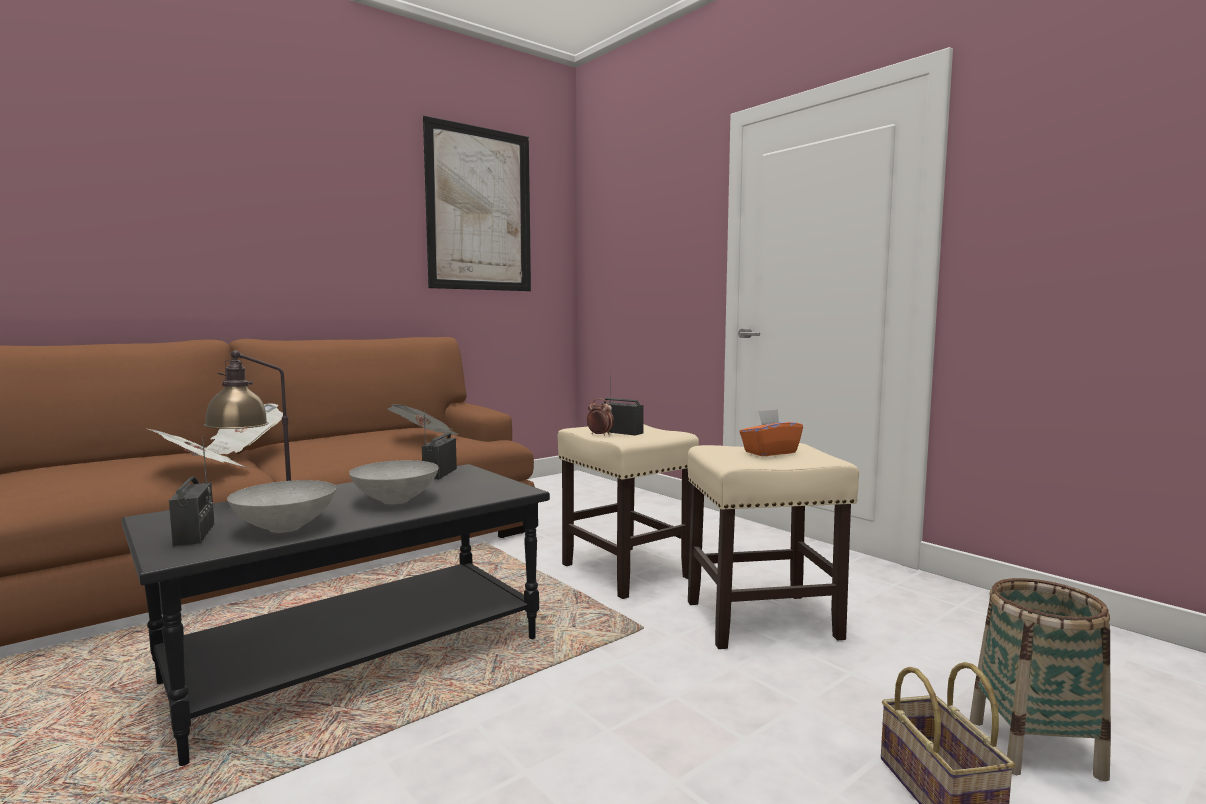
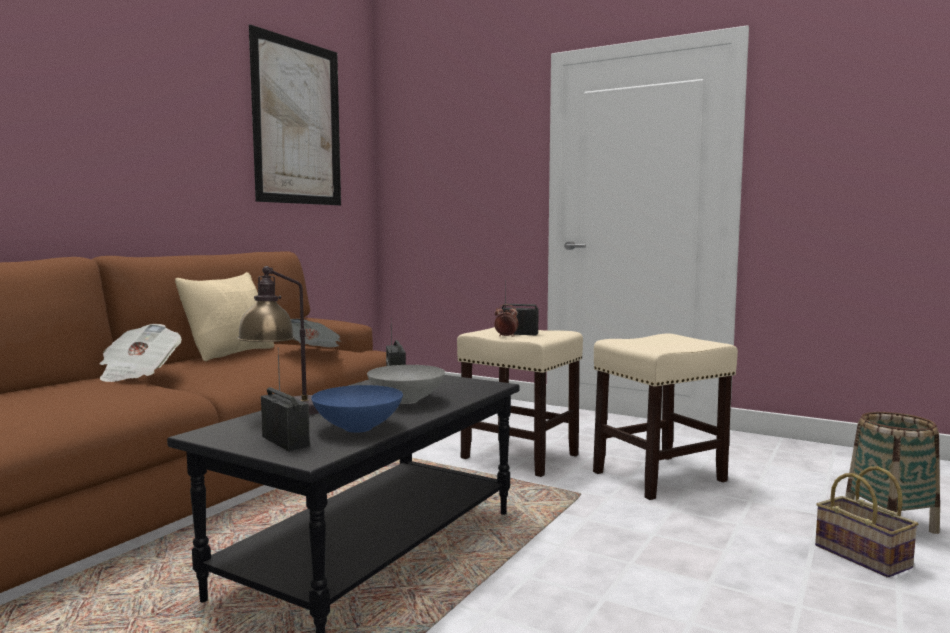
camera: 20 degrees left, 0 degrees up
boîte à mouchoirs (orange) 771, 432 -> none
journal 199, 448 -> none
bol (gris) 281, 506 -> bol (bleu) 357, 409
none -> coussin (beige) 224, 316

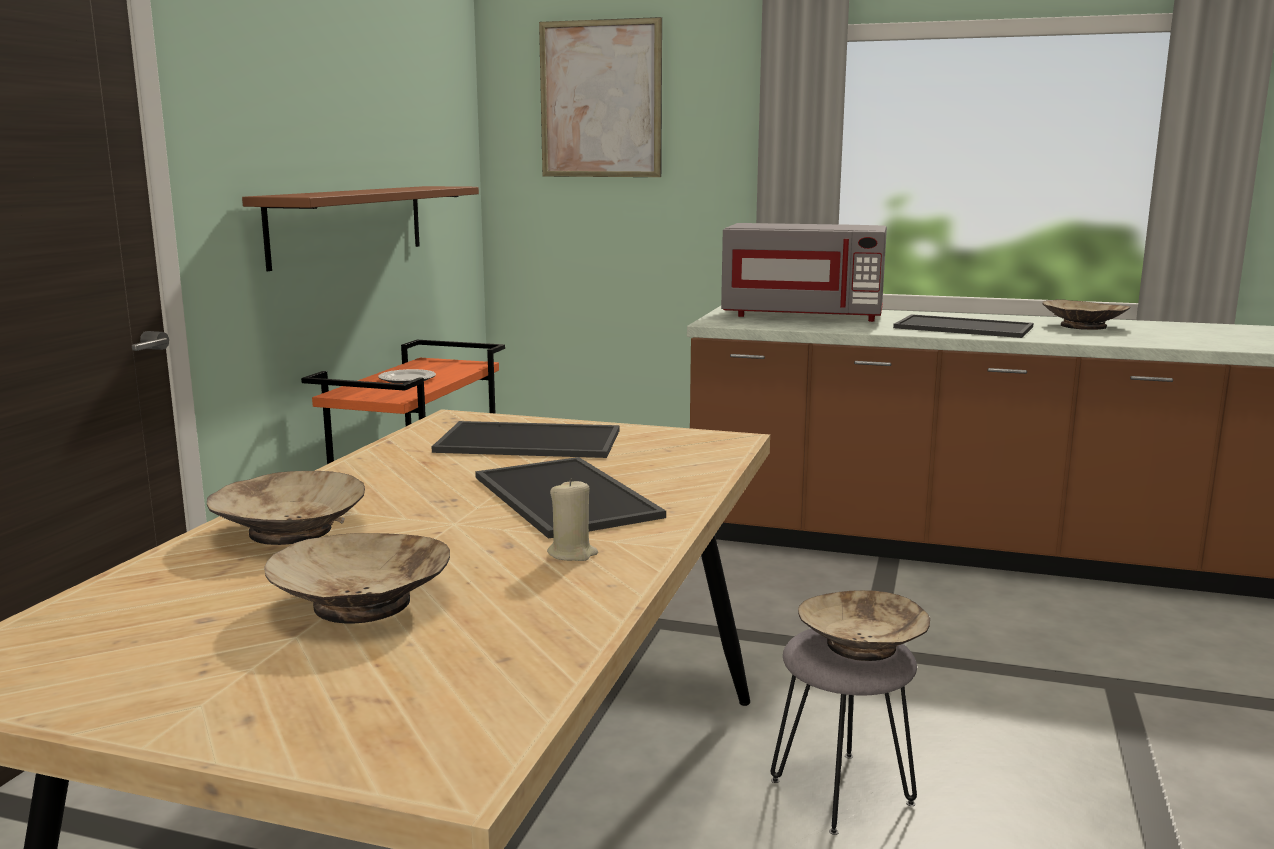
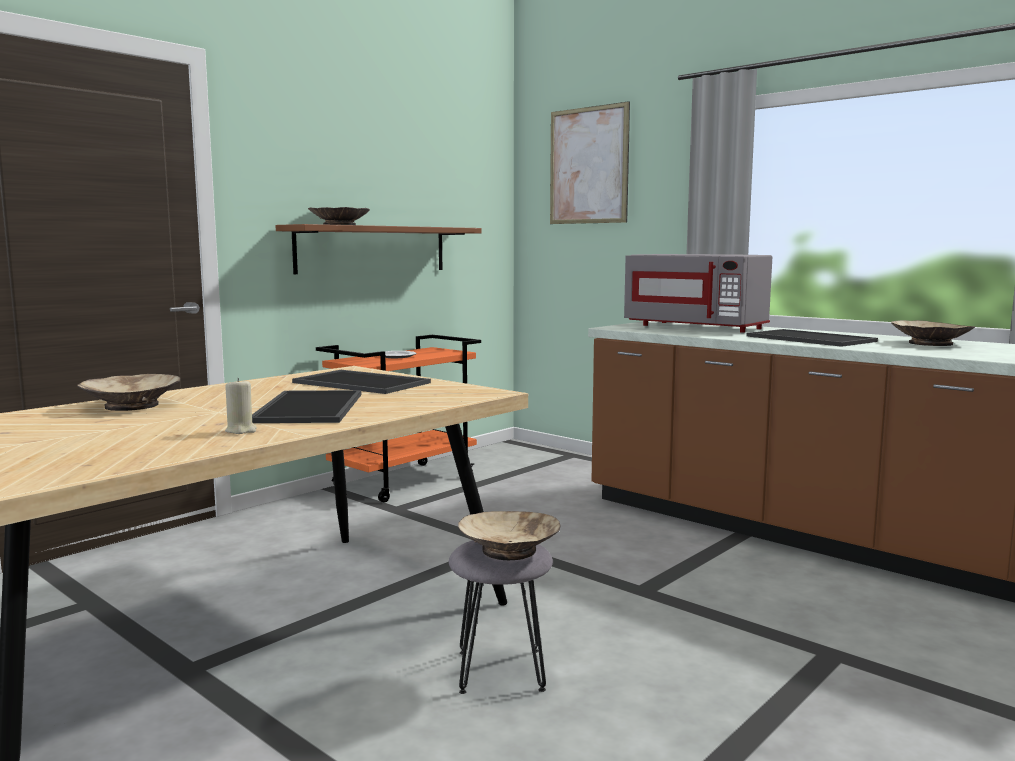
camera: 25 degrees right, 5 degrees down
bol (beige) 357, 578 -> bol (beige) 339, 216, move

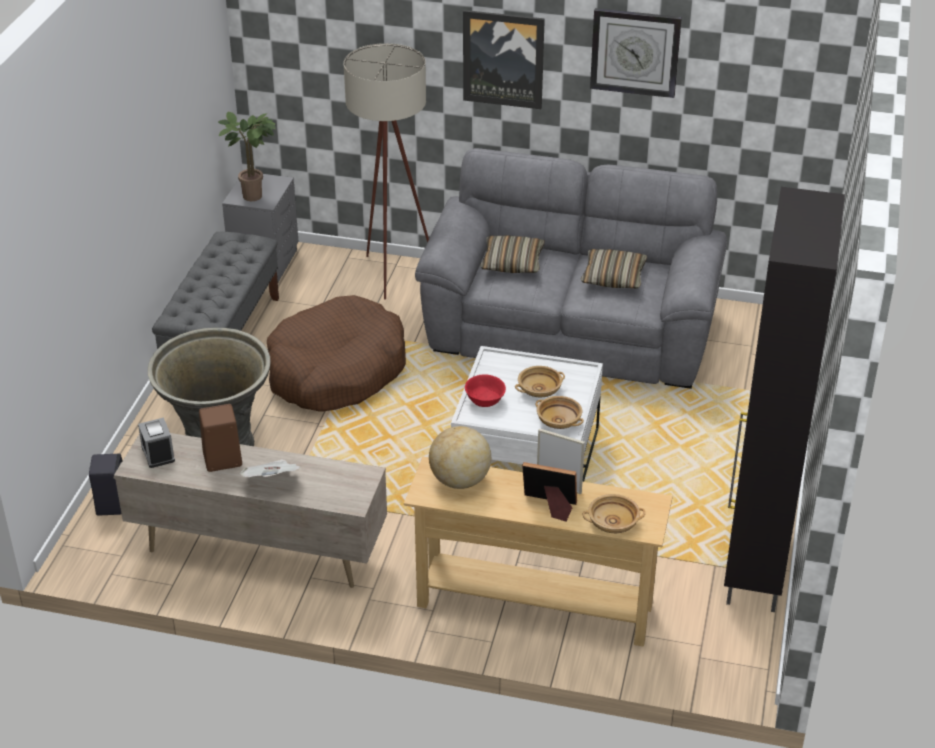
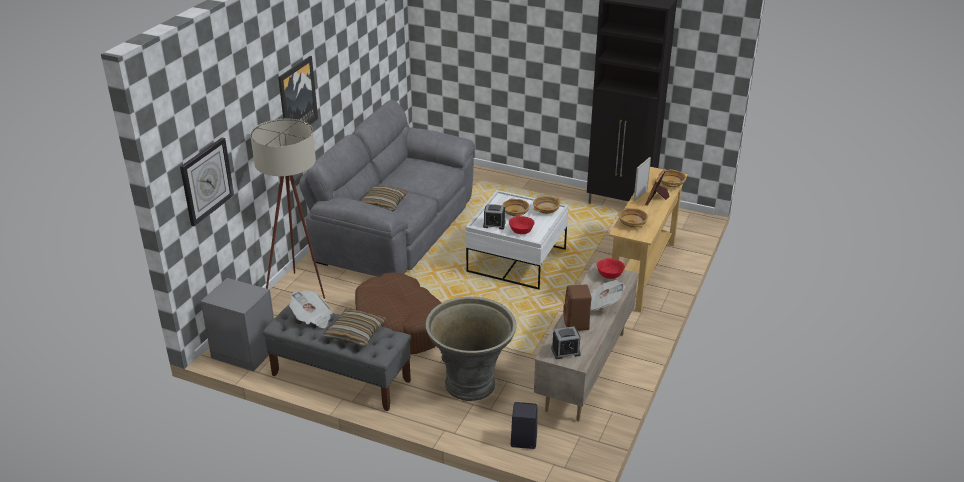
camera: 80 degrees left, 5 degrees down
horloge murale 636, 53 -> horloge murale 207, 182, move
plante en pot 247, 156 -> none
coussin 613, 269 -> coussin 354, 327, move
globe 460, 457 -> bol (beige) 633, 217
none -> réveil 494, 216
none -> bol (rouge) 611, 268
none -> journal 311, 309

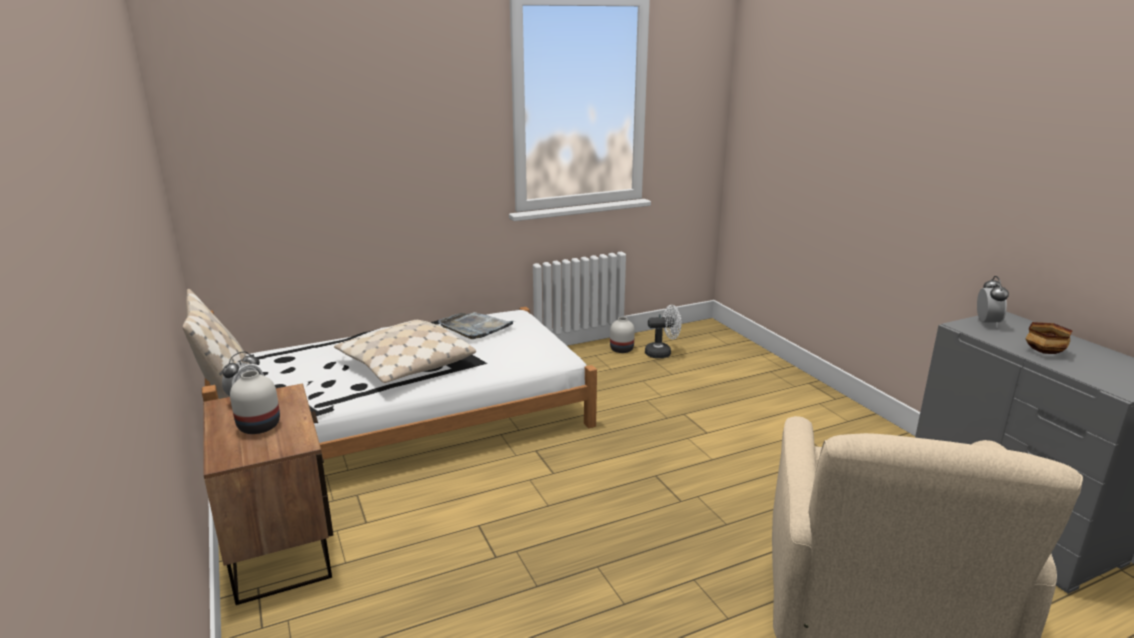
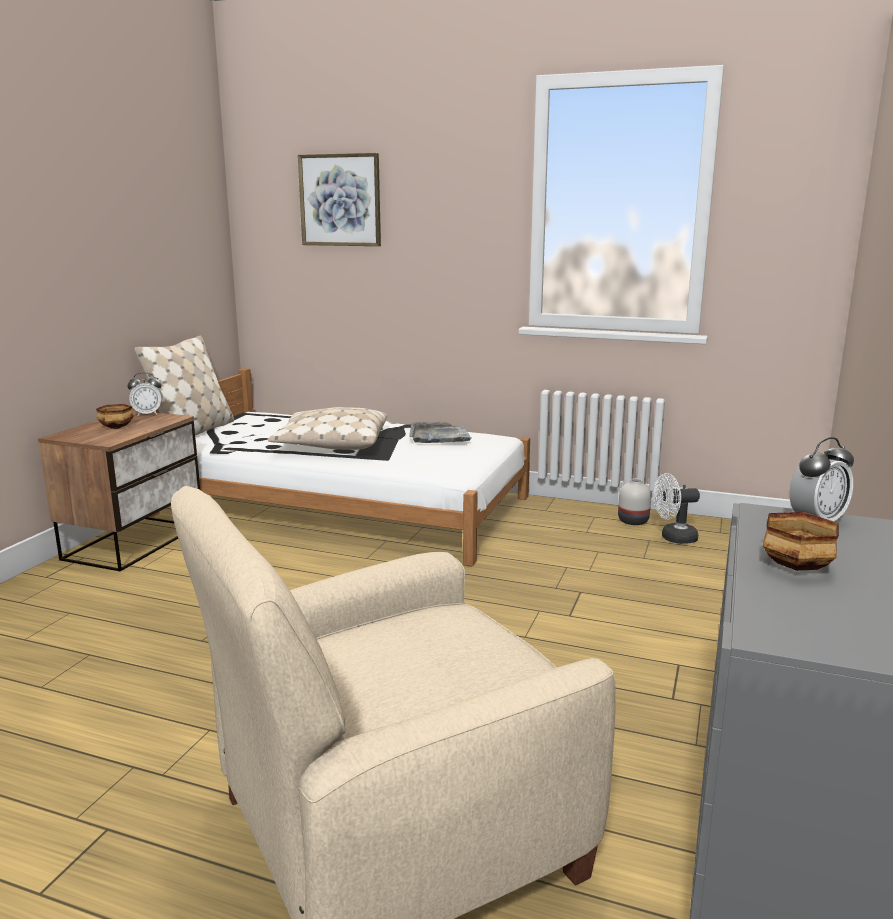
camera: 45 degrees right, 5 degrees down
ventilateur (blanc) 663, 331 -> ventilateur (blanc) 676, 508, 135 degrees clockwise
vase (blanc) 255, 402 -> bol 115, 416
none -> tableau 339, 199

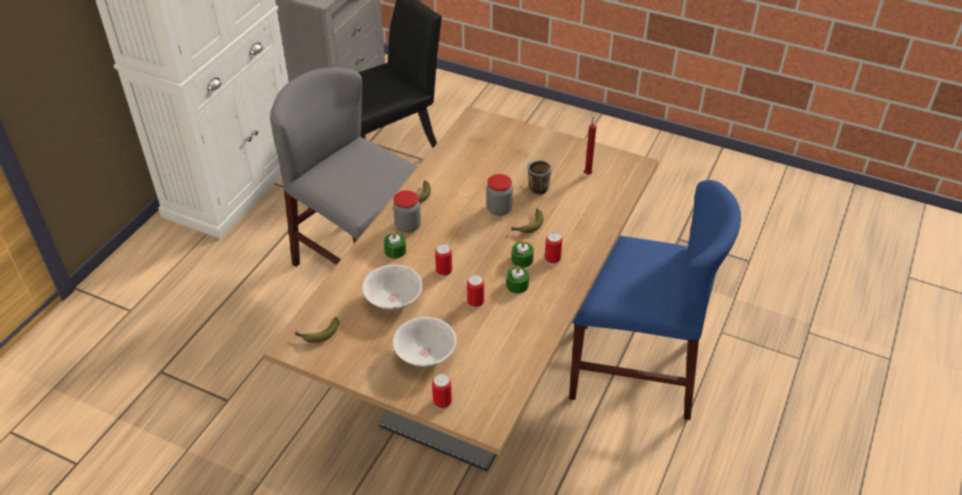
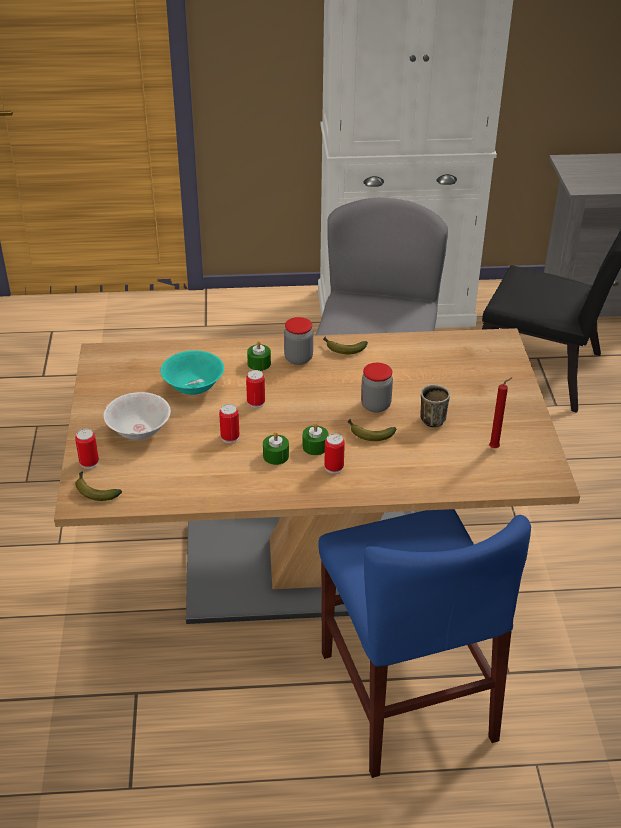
camera: 60 degrees right, 5 degrees down
bol (blanc) 392, 288 -> bol (turquoise) 192, 372
banane 317, 330 -> banane 98, 486, move

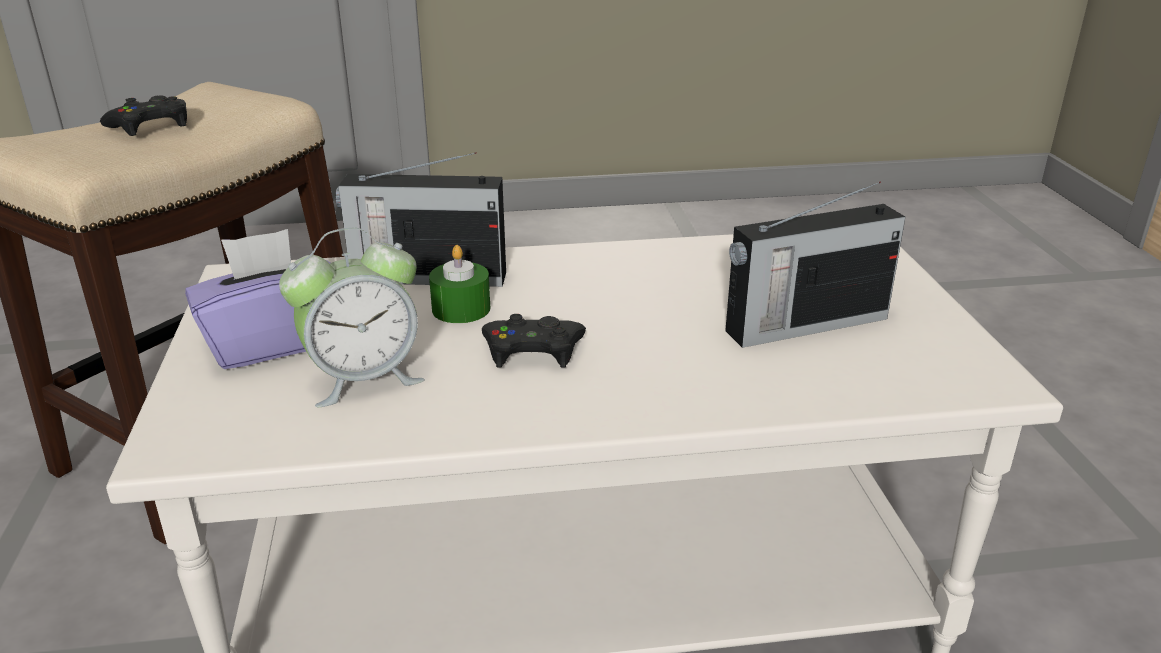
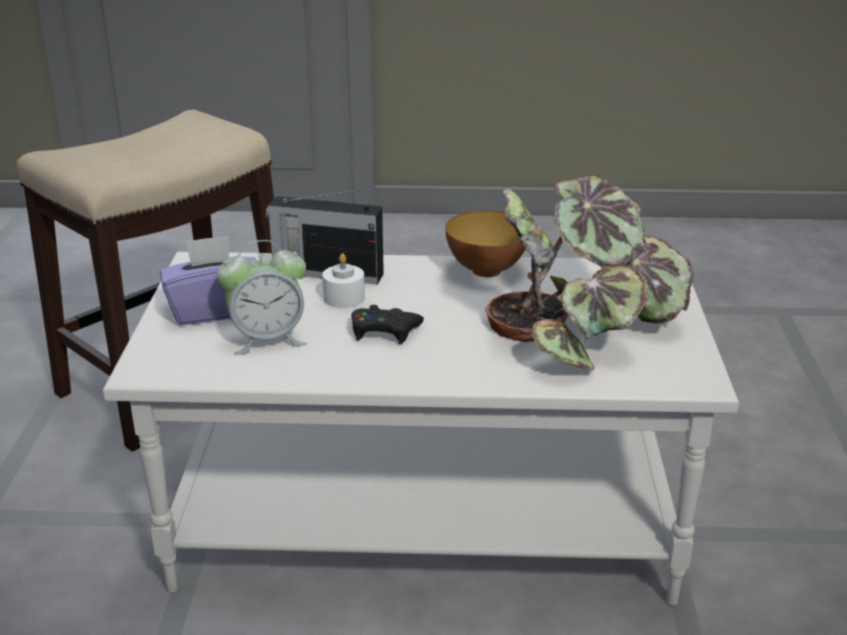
camera: 10 degrees right, 0 degrees up
manette (noir) 143, 116 -> none
radio 815, 264 -> plante en pot 589, 272
bougie (vert) 459, 284 -> bougie (blanc) 343, 280
none -> bol 485, 243

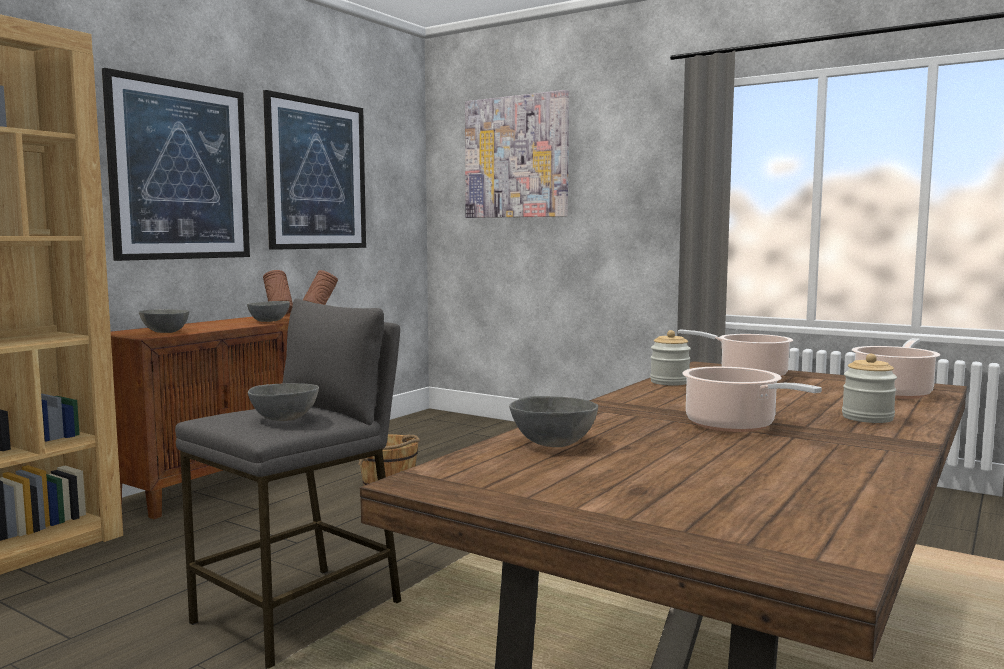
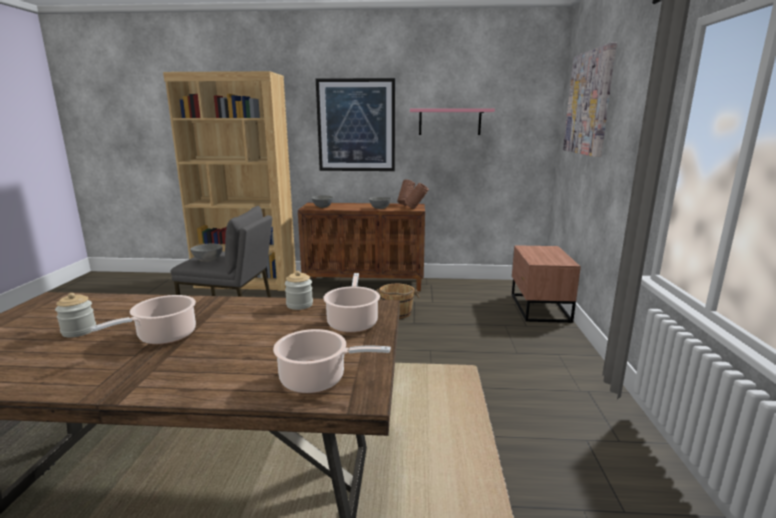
camera: 60 degrees right, 10 degrees up
tableau 314, 170 -> étagère (rose) 452, 121
bocal 869, 388 -> bocal 75, 315, move
bol (gris) 553, 421 -> none
none -> table de chevet (marron) 546, 284

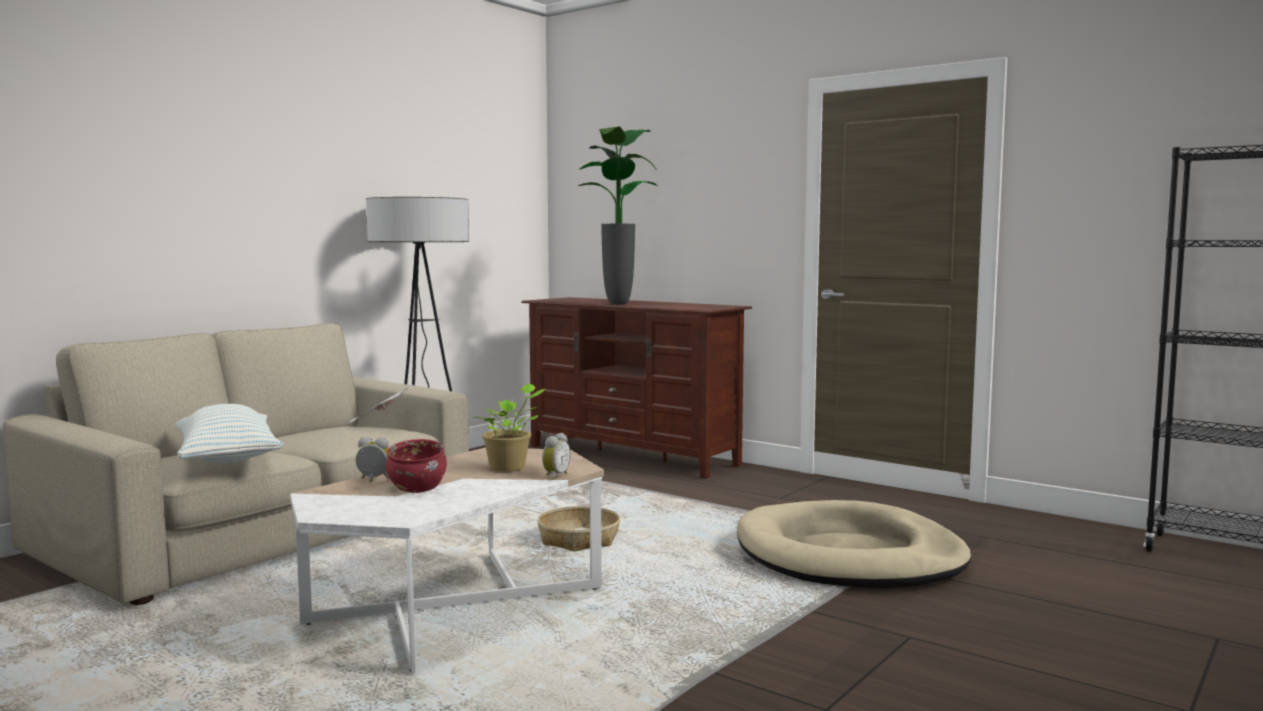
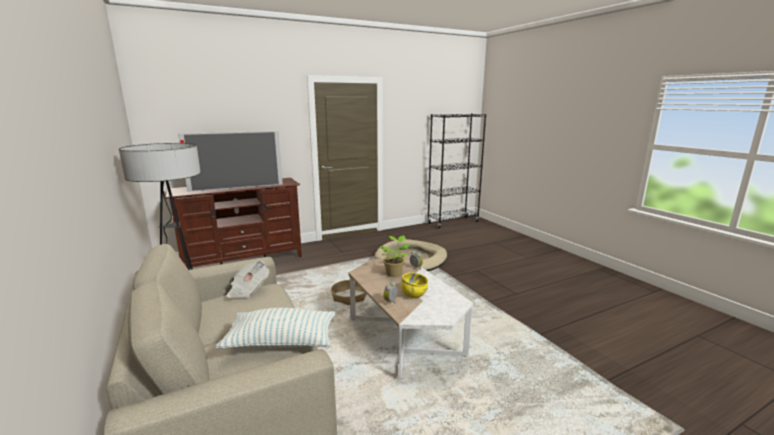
camera: 65 degrees left, 10 degrees up
plante en pot 618, 215 -> téléviseur 230, 161
bol (rouge) 416, 466 -> bol (jaune) 414, 285

